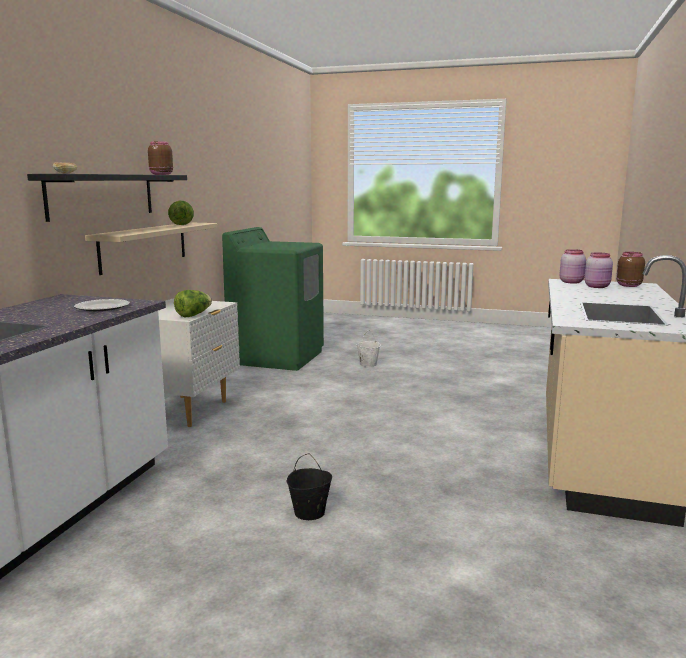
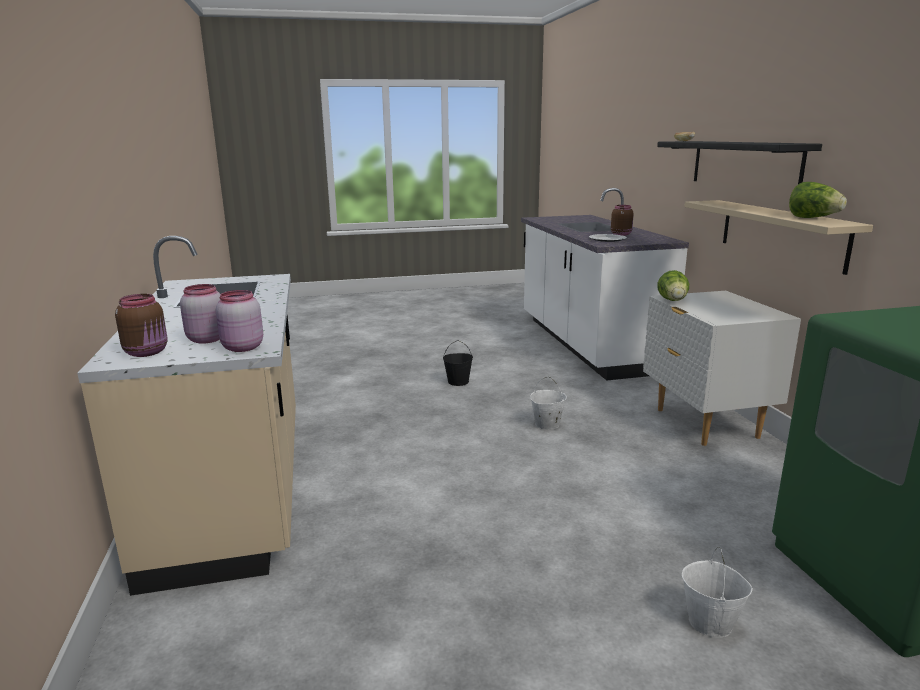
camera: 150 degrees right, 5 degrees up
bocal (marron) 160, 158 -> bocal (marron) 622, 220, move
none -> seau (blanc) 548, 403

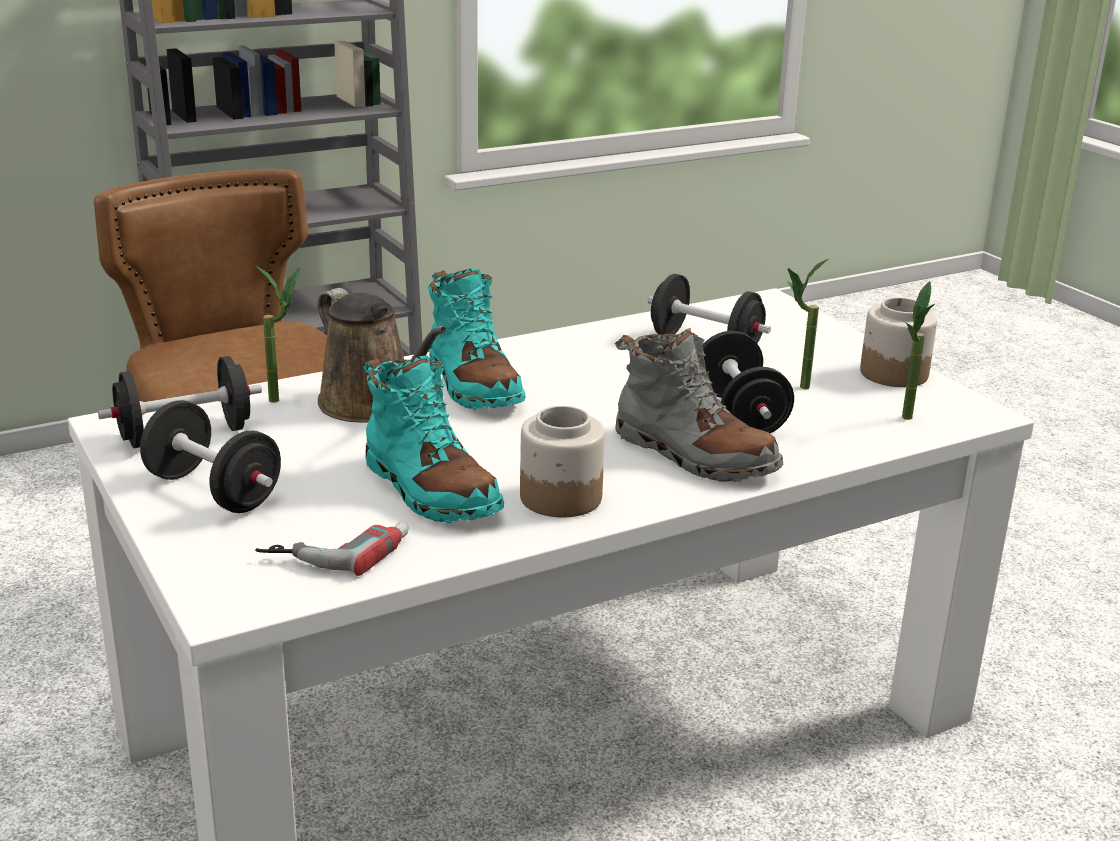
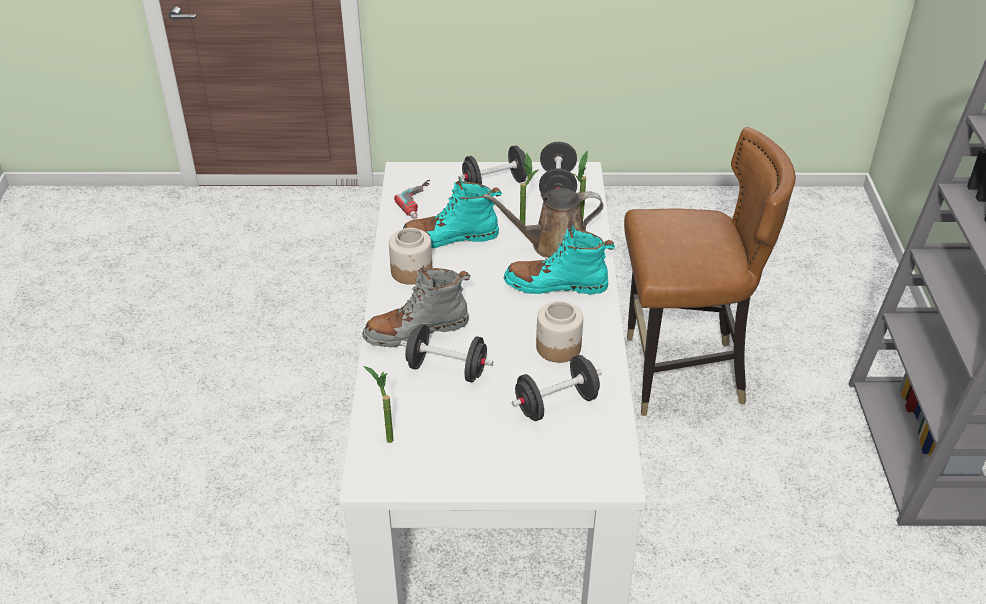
camera: 120 degrees right, 15 degrees up
plante en pot 807, 324 -> plante en pot 529, 188, move
bocal 898, 342 -> bocal 559, 332, move

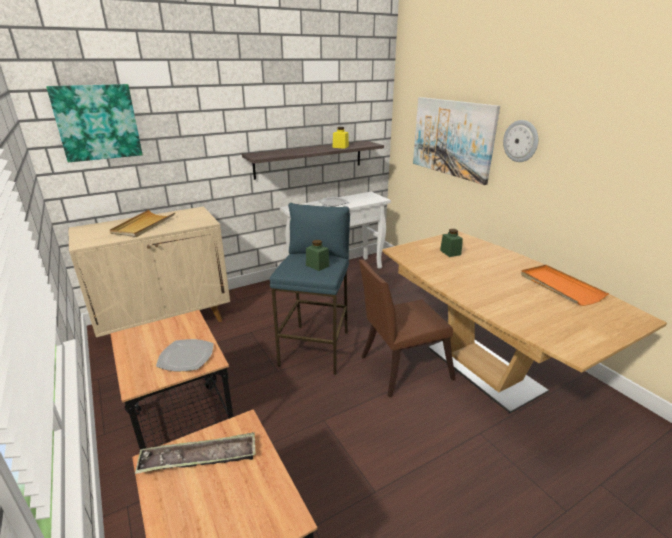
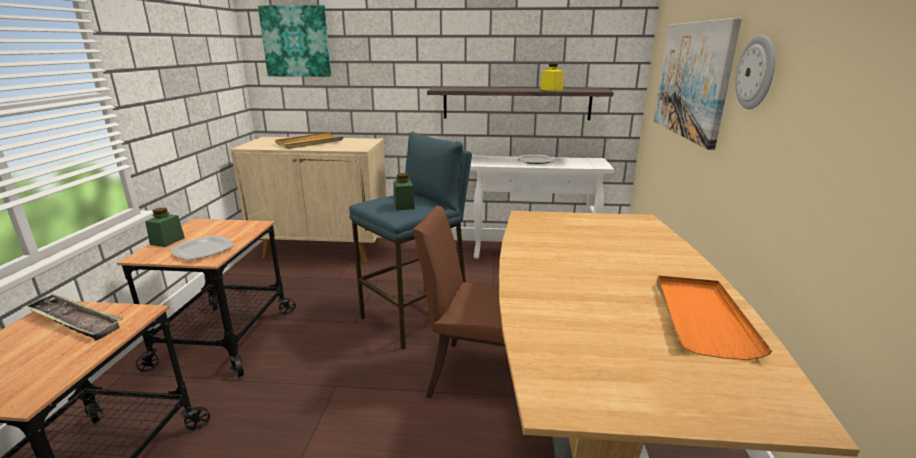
camera: 35 degrees right, 5 degrees down
bocal (vert) 451, 243 -> bocal (vert) 165, 227, move

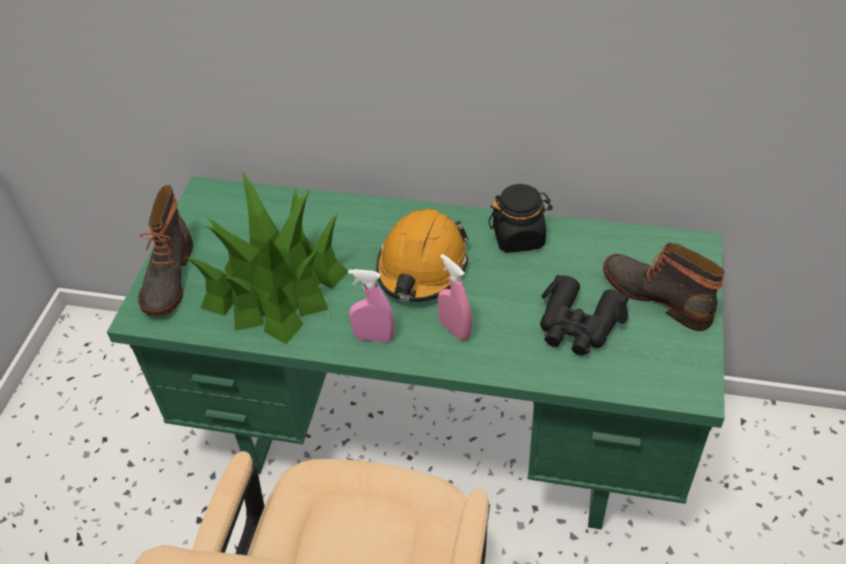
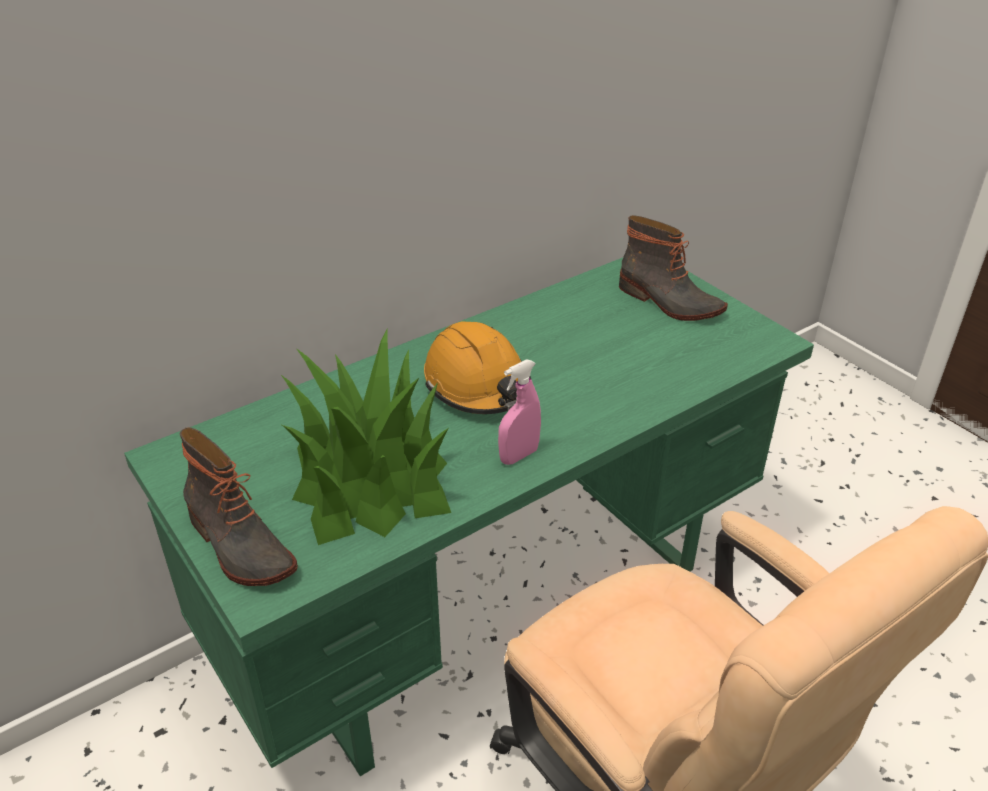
camera: 50 degrees left, 10 degrees down
bocal (noir) 521, 218 -> none
botte 664, 286 -> botte 673, 268, 135 degrees counterclockwise
vaporisateur (rose) 455, 297 -> none
jumelles (noir) 584, 315 -> none

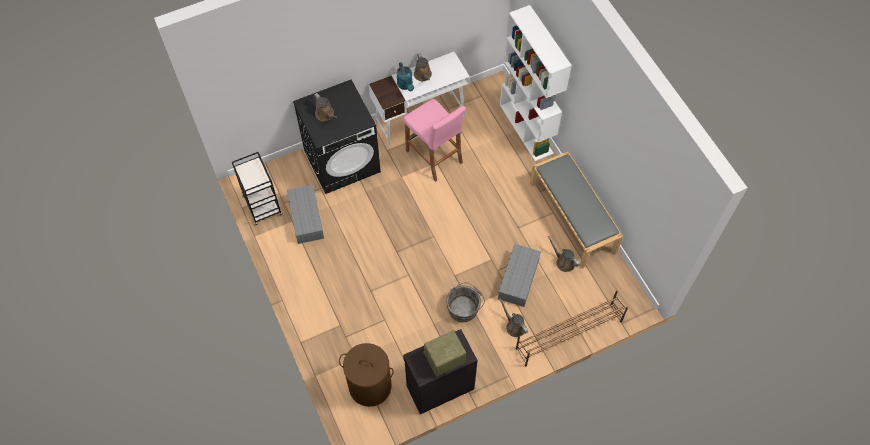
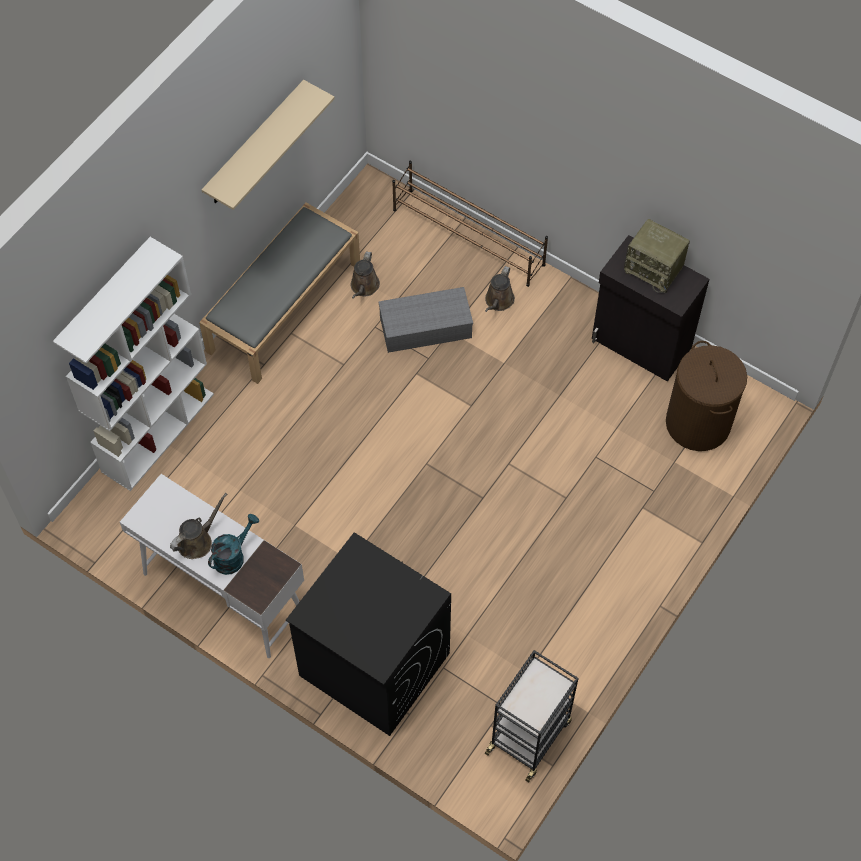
camera: 120 degrees left, 0 degrees up
arrosoir (marron) 326, 107 -> none
tabouret (rose) 435, 140 -> none
boîte de rangement (gris) 305, 214 -> none
seau (gris) 465, 302 -> none
none -> étagère (beige) 268, 145

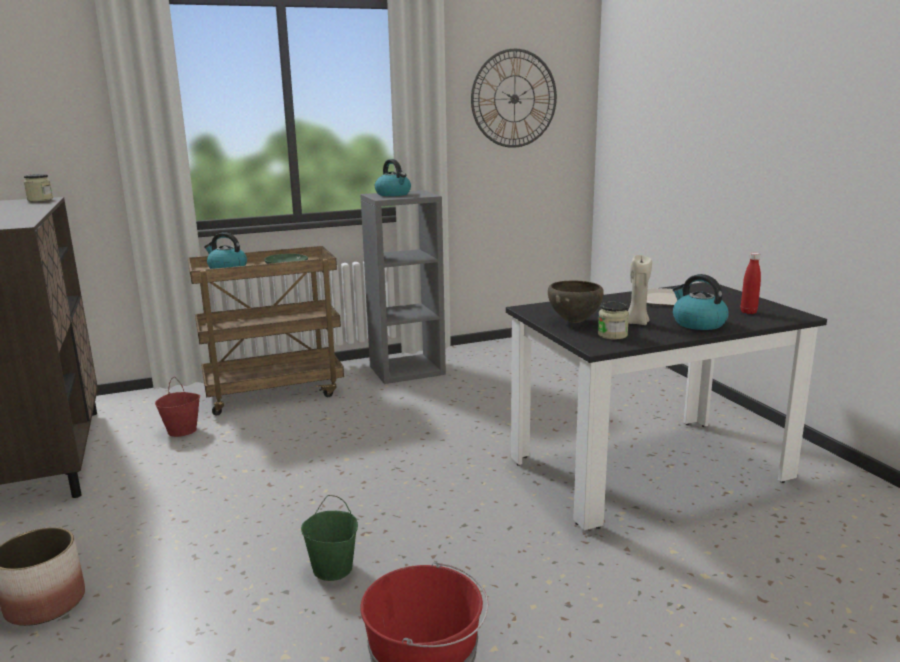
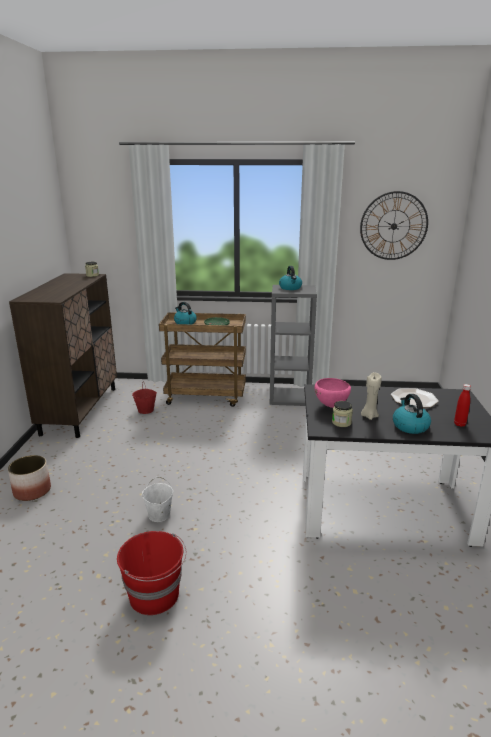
camera: 25 degrees right, 5 degrees up
bol (marron) 576, 301 -> bol (rose) 333, 393
seau (vert) 329, 538 -> seau (blanc) 157, 499

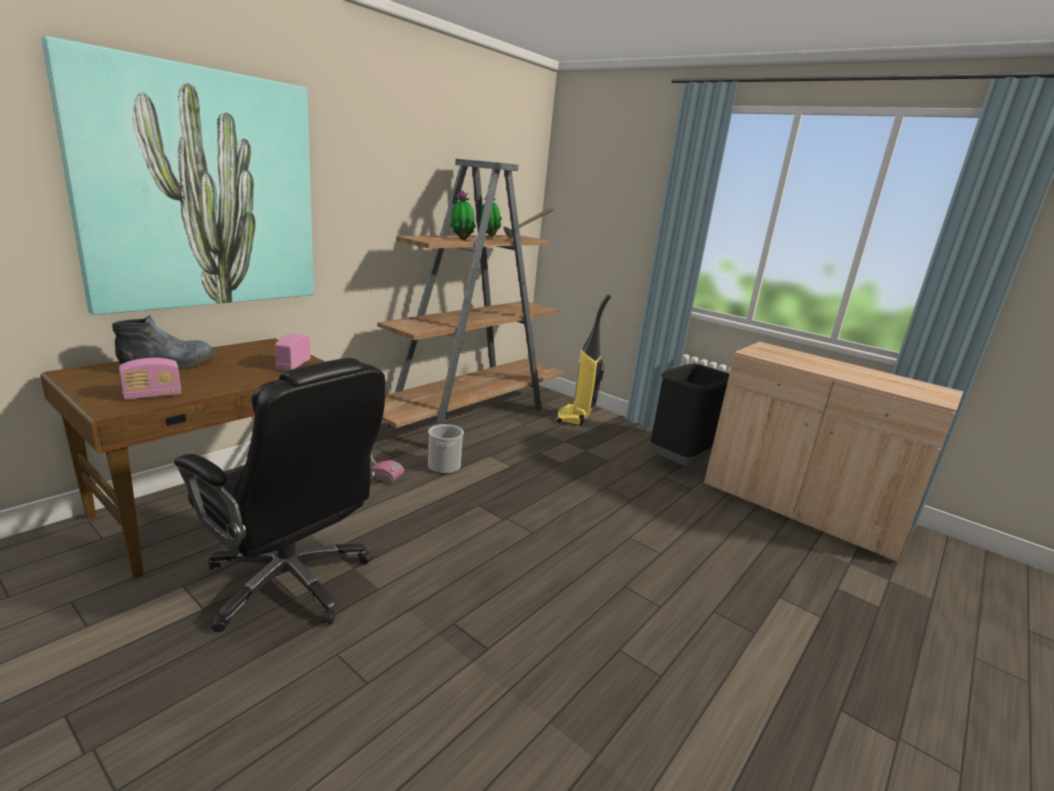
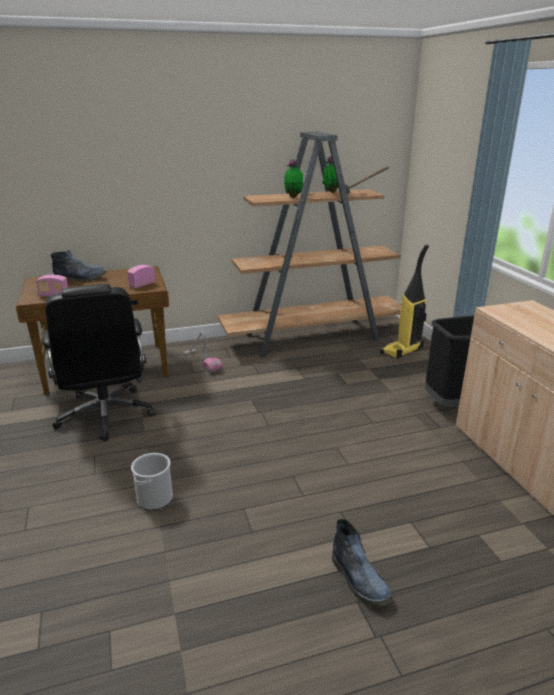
camera: 35 degrees right, 5 degrees up
tableau 177, 175 -> none
seau 446, 449 -> seau 152, 481, move
none -> botte 362, 562

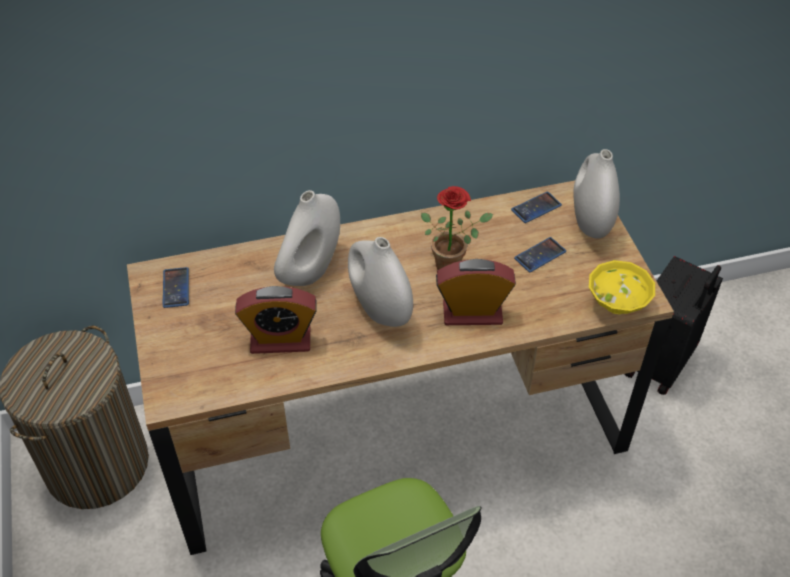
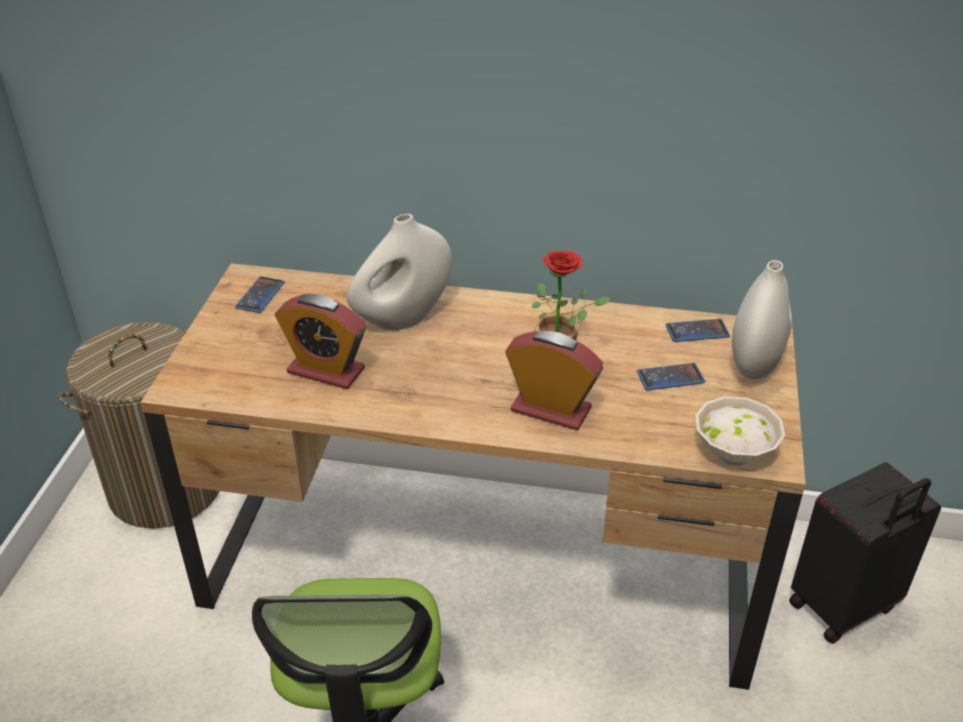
camera: 25 degrees right, 10 degrees down
vase (blanc) 380, 282 -> none
bol (jaune) 622, 287 -> bol (blanc) 740, 431

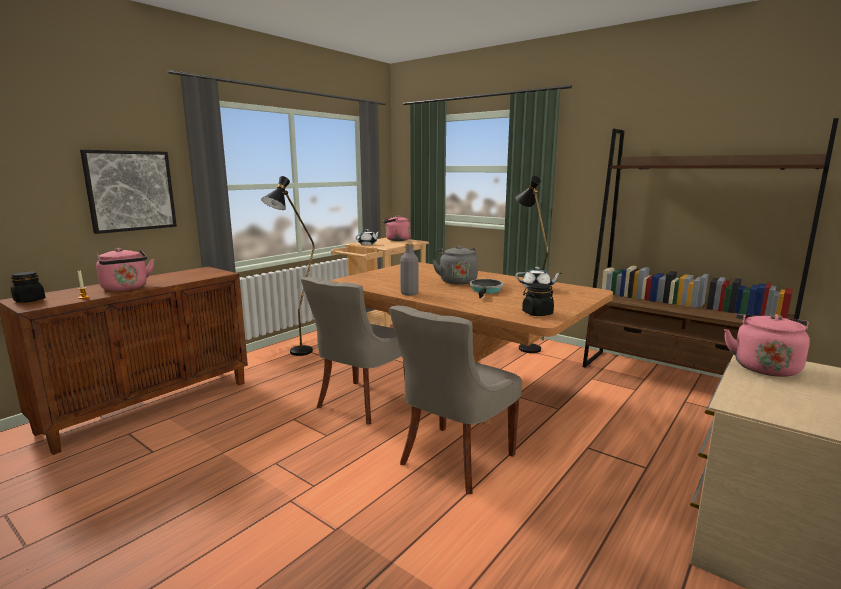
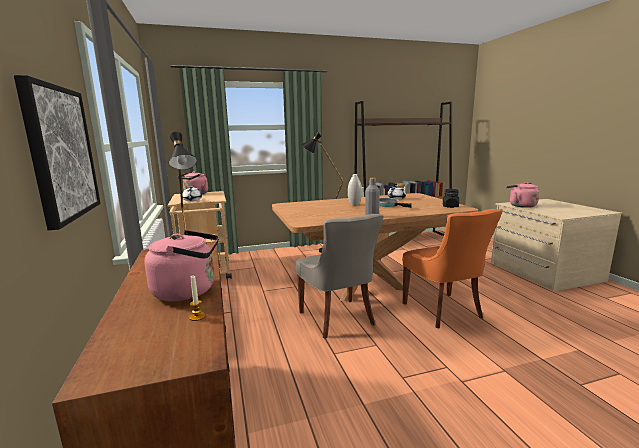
camera: 55 degrees left, 0 degrees up
bouilloire (gris) 455, 265 -> vase (blanc) 355, 190
bocal (noir) 28, 287 -> none
chaise (gris) 455, 399 -> chaise (orange) 452, 268

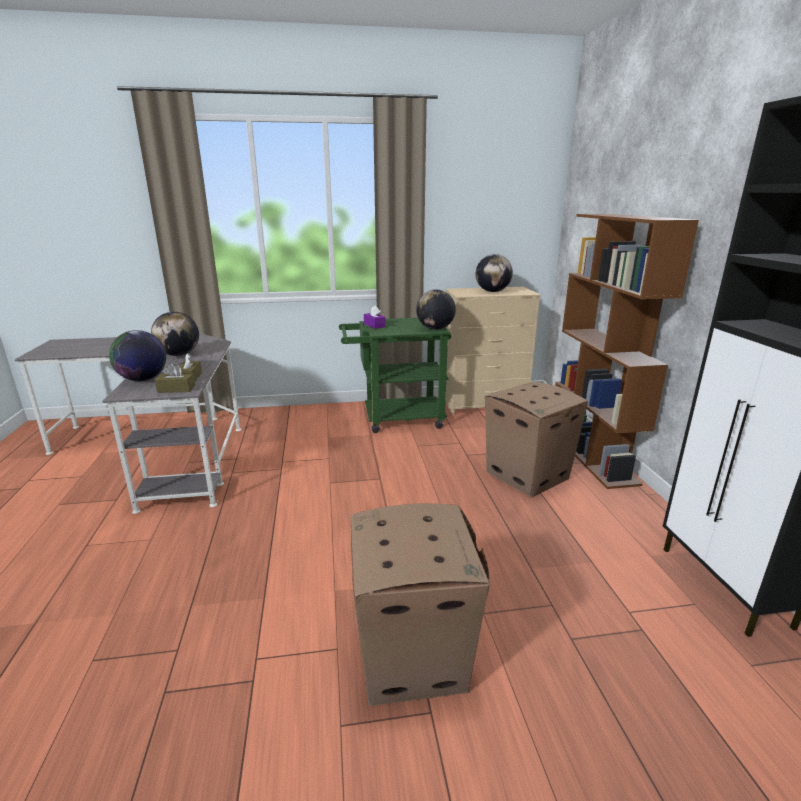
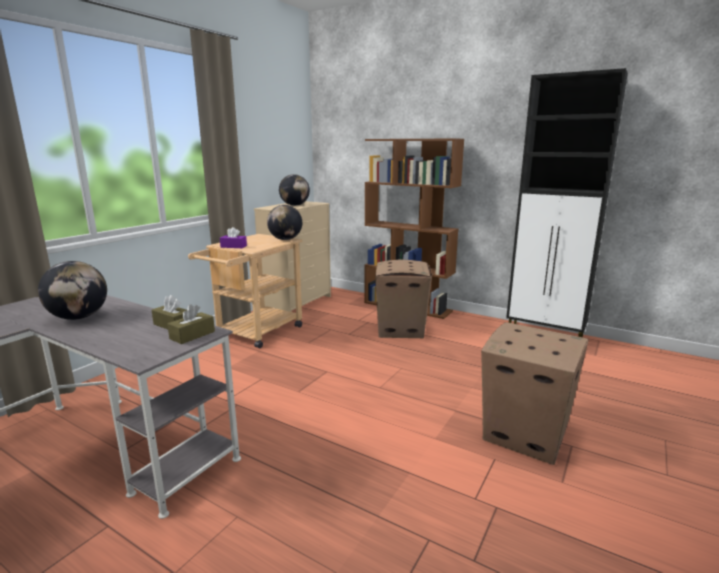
camera: 50 degrees left, 5 degrees down
chariot (vert) 395, 375 -> chariot (beige) 245, 291
globe 137, 355 -> none

